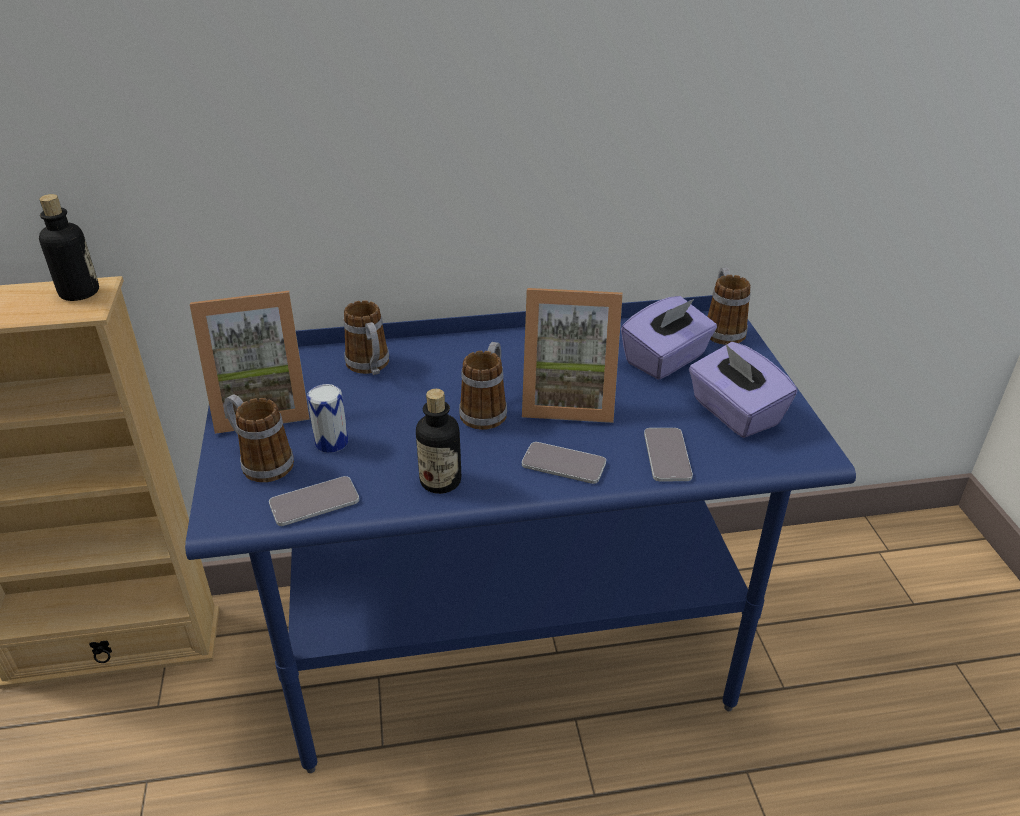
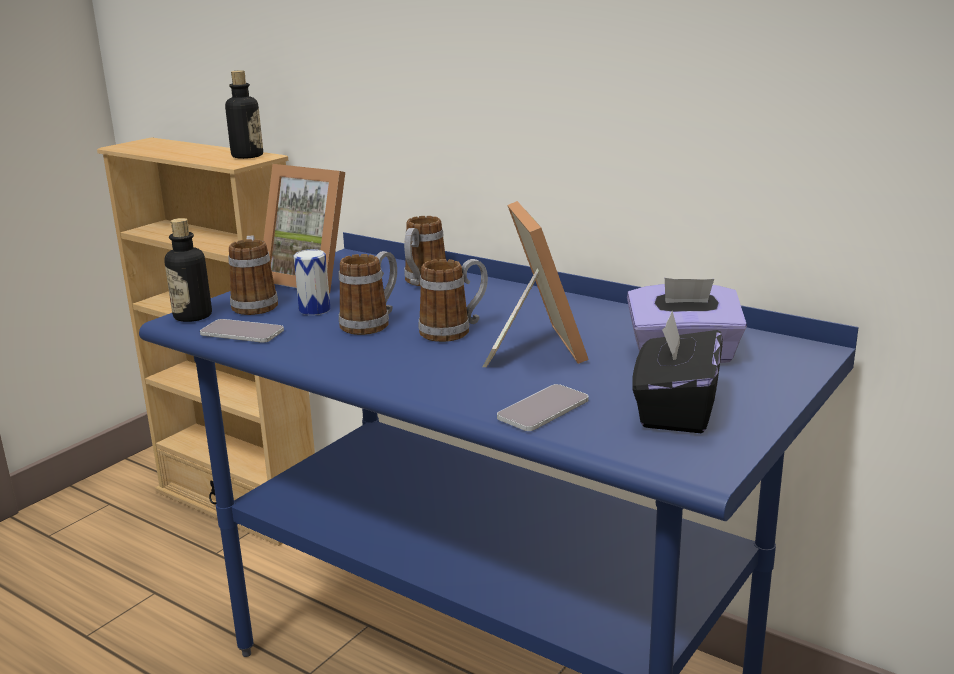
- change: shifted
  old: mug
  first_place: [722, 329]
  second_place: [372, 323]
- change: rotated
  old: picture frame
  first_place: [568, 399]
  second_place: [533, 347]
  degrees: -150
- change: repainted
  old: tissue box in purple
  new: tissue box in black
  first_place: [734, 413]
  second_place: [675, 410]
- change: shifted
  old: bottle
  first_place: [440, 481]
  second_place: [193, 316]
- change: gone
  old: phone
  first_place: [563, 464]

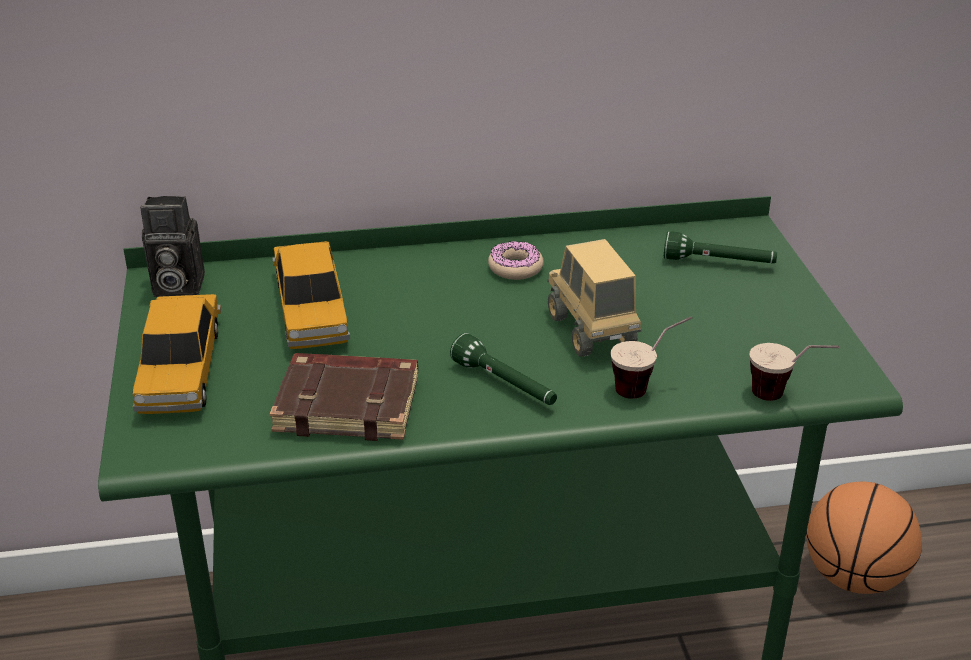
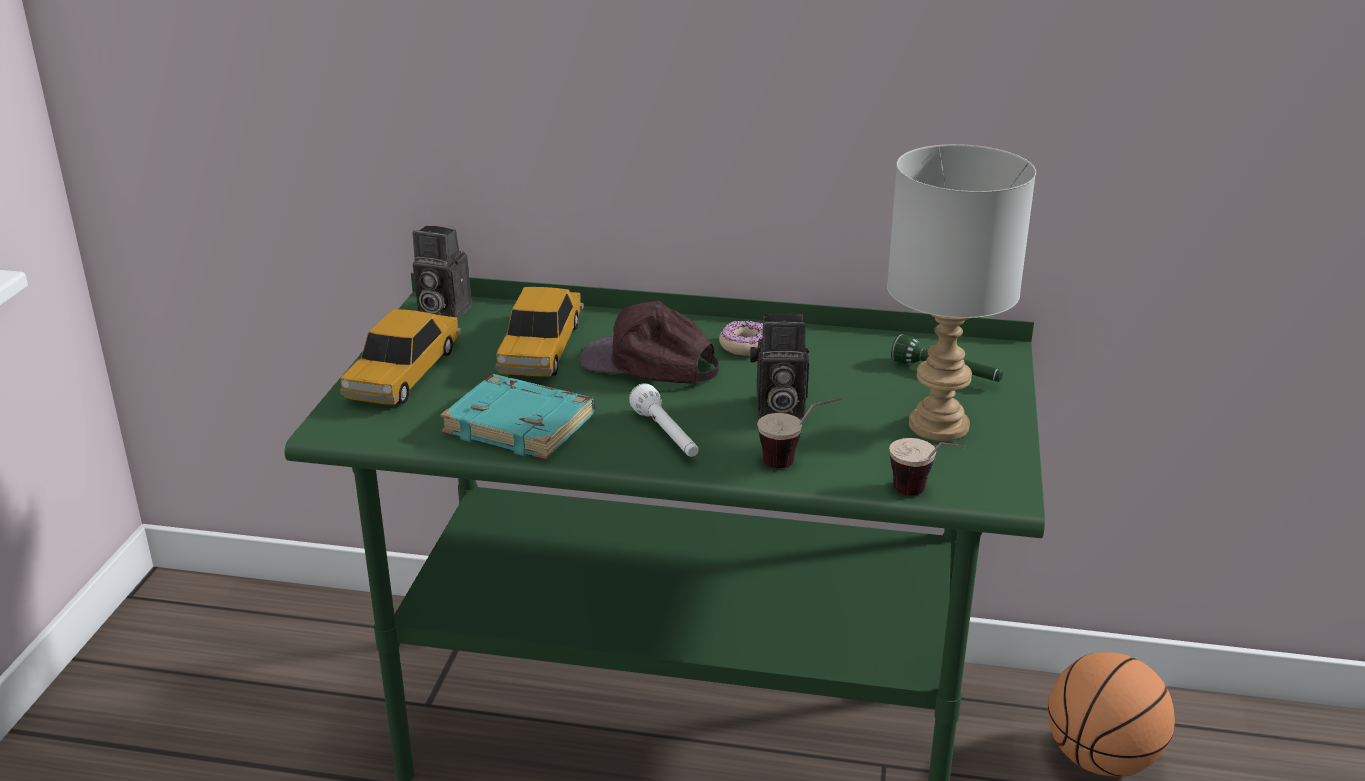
- change: swapped
  old: toy truck
  new: photo camera
  first_place: [591, 332]
  second_place: [777, 409]
- change: repainted
  old: flashlight in green
  new: flashlight in white
  first_place: [505, 385]
  second_place: [666, 436]
- change: repainted
  old: book in brown
  new: book in turquoise
  first_place: [350, 404]
  second_place: [522, 425]
- change: new
  new: table lamp in grey
  second_place: [938, 424]
- change: new
  new: cap in brown
  second_place: [649, 364]

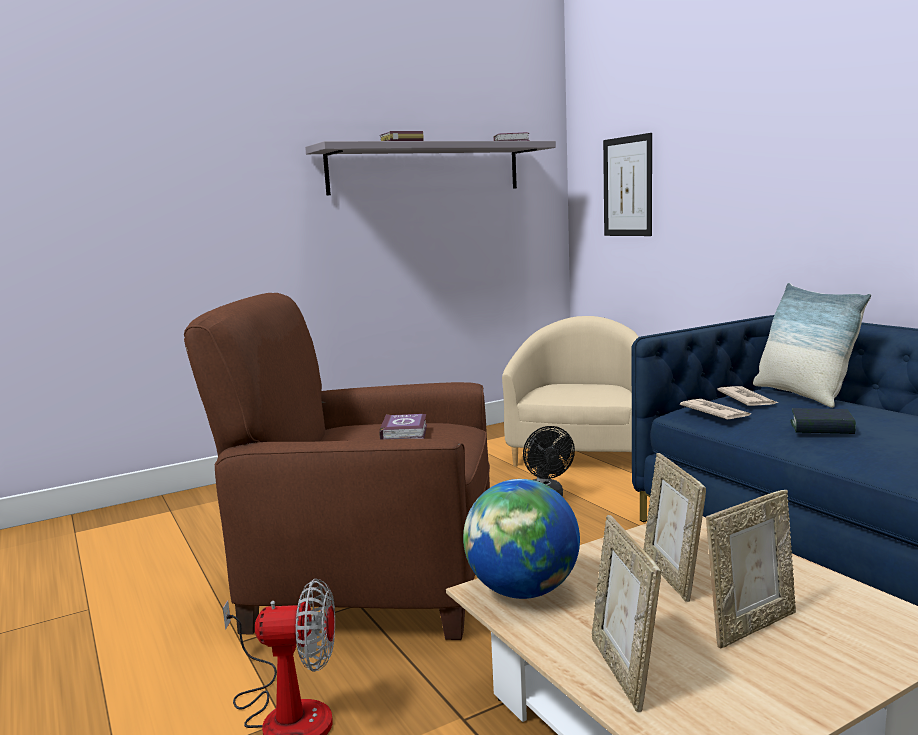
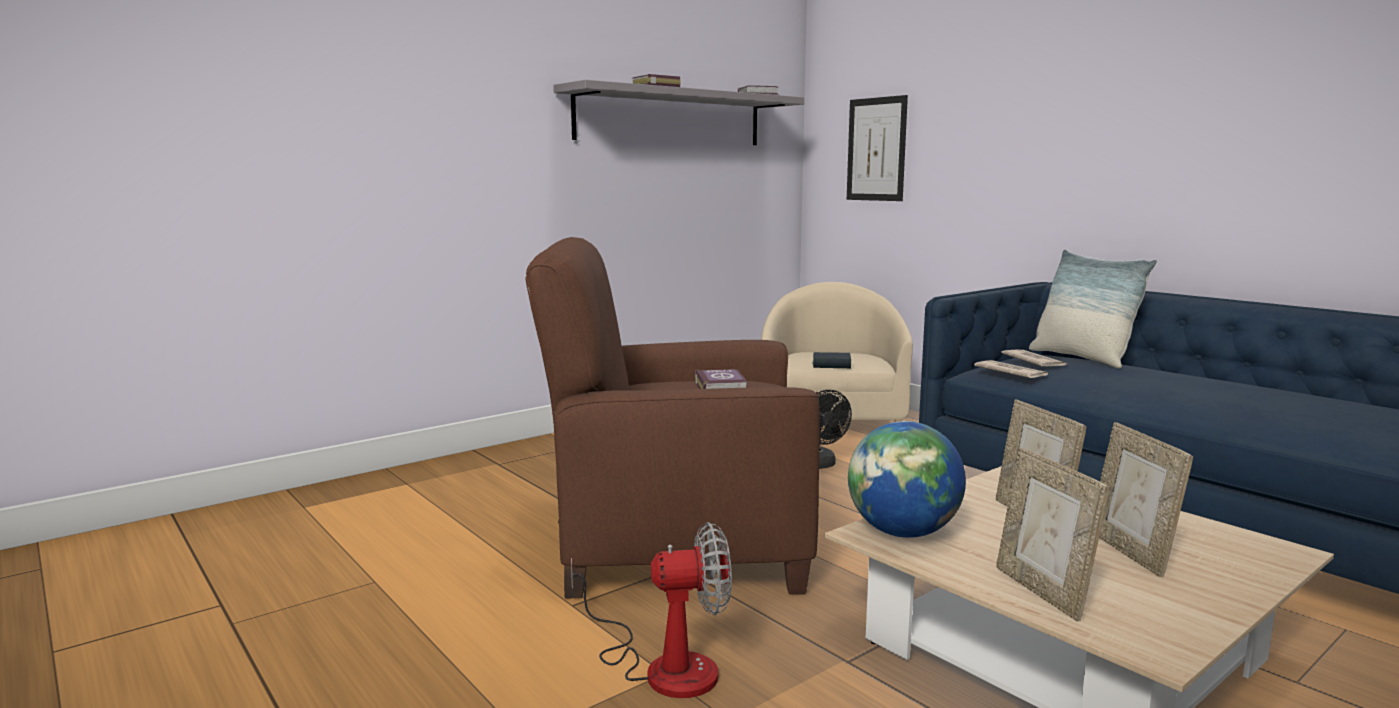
- change: shifted
  old: book
  first_place: [821, 428]
  second_place: [831, 365]
- change: rotated
  old: picture frame
  first_place: [751, 626]
  second_place: [1131, 553]
  degrees: 120

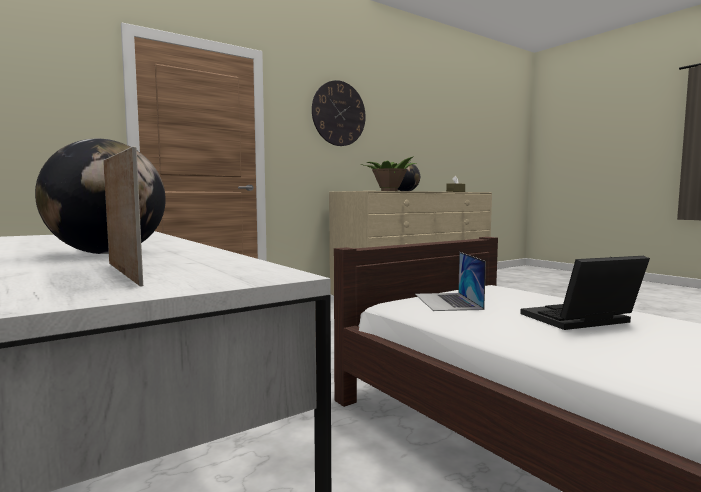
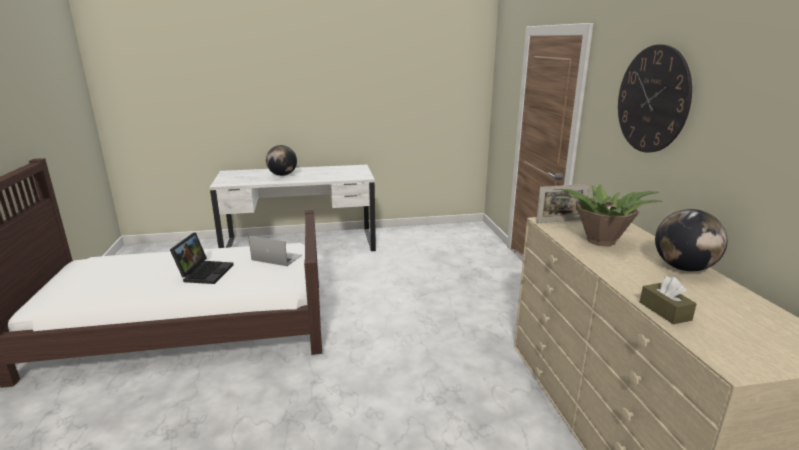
- change: shifted
  old: picture frame
  first_place: [123, 273]
  second_place: [560, 221]

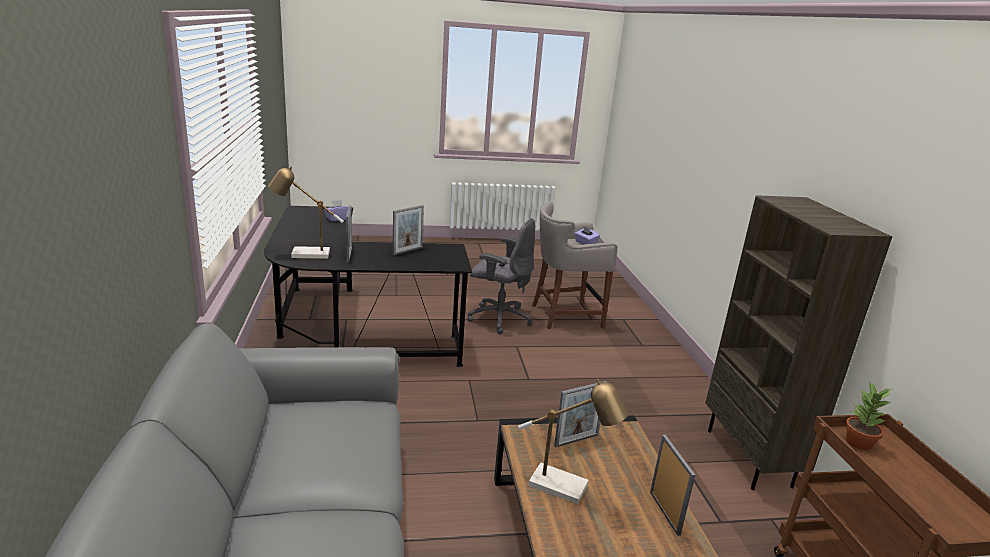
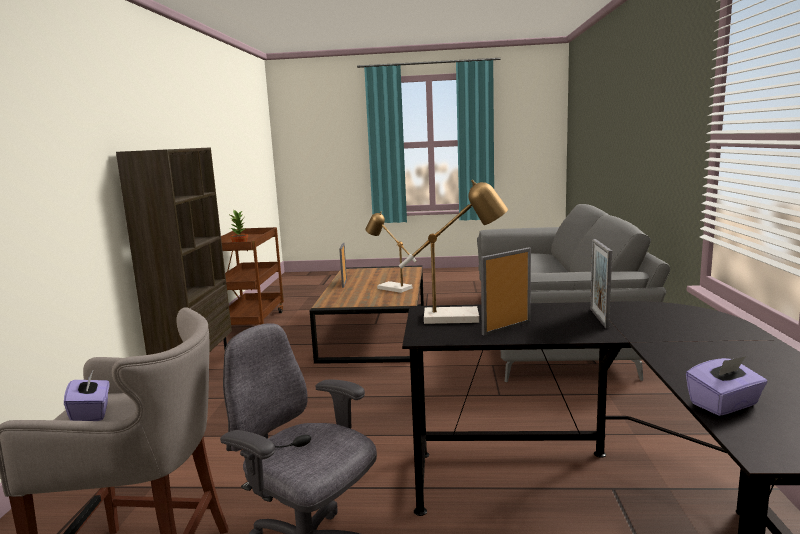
- change: shifted
  old: table lamp
  first_place: [305, 254]
  second_place: [459, 317]
- change: gone
  old: picture frame
  first_place: [576, 440]

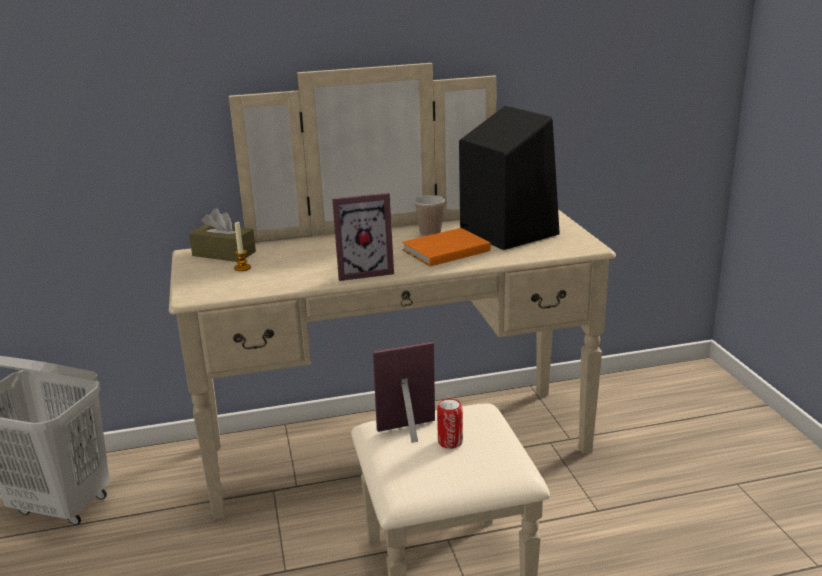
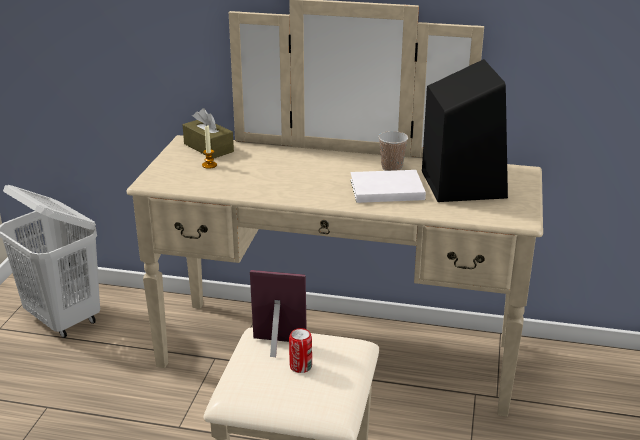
- change: gone
  old: picture frame
  first_place: [363, 271]
- change: repainted
  old: book in orange
  new: book in white
  first_place: [443, 250]
  second_place: [384, 189]

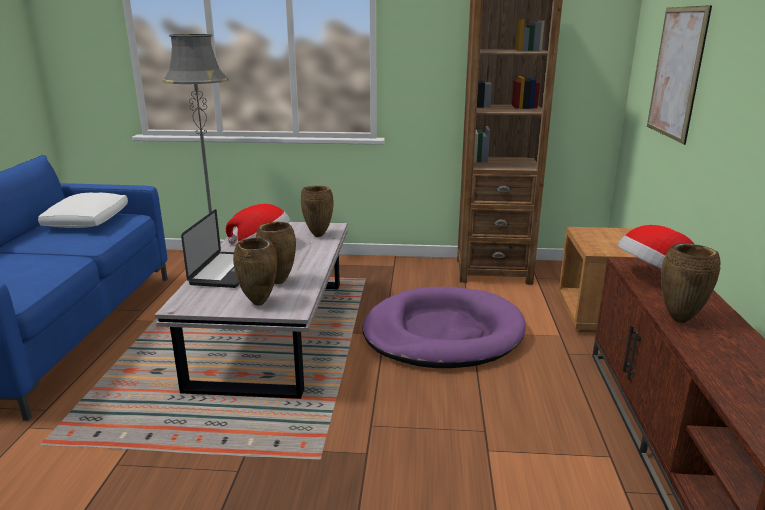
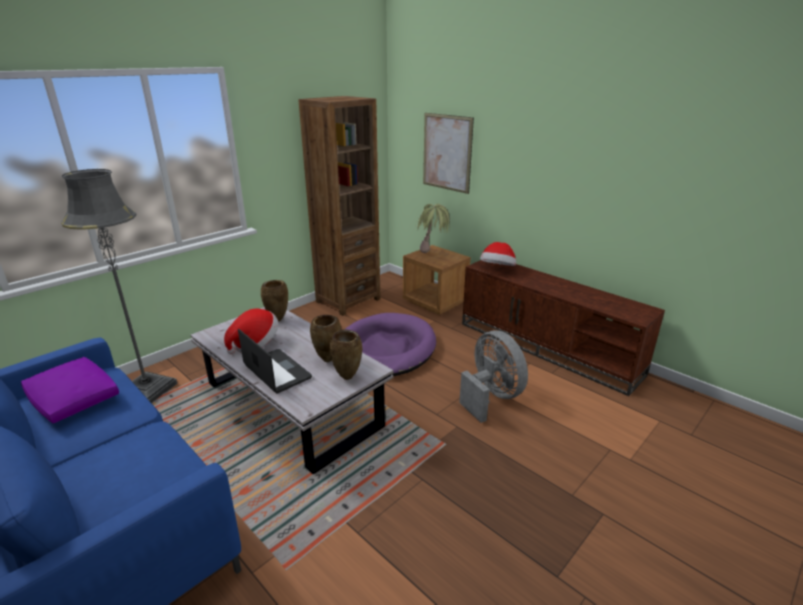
- change: repainted
  old: pillow in white
  new: pillow in purple
  first_place: [88, 221]
  second_place: [73, 398]
- change: gone
  old: vase in brown
  first_place: [679, 319]
- change: new
  new: potted plant
  second_place: [432, 255]
- change: new
  new: fan in grey
  second_place: [491, 397]

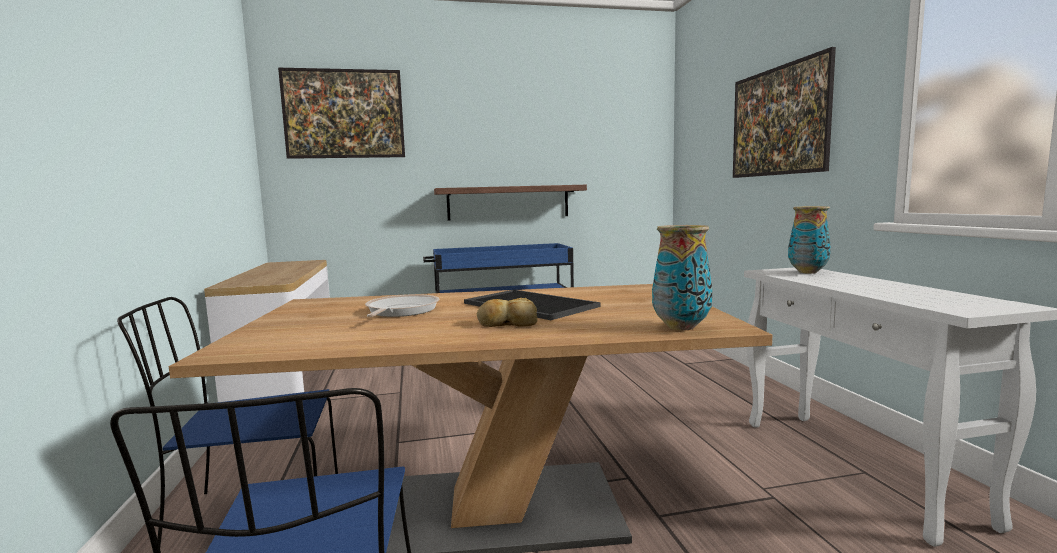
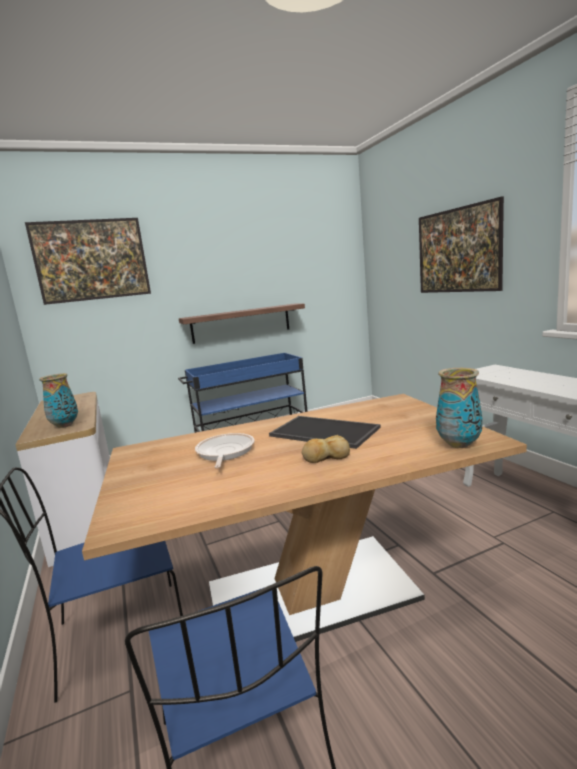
- change: shifted
  old: vase
  first_place: [807, 272]
  second_place: [65, 425]

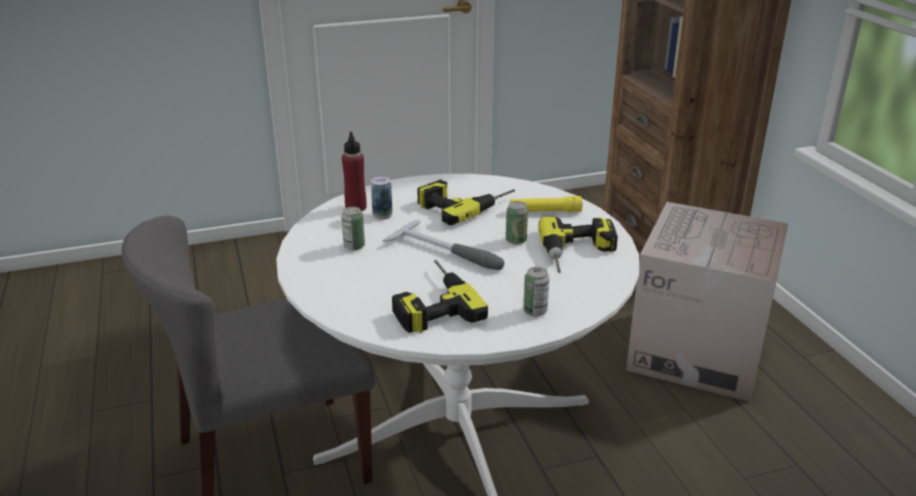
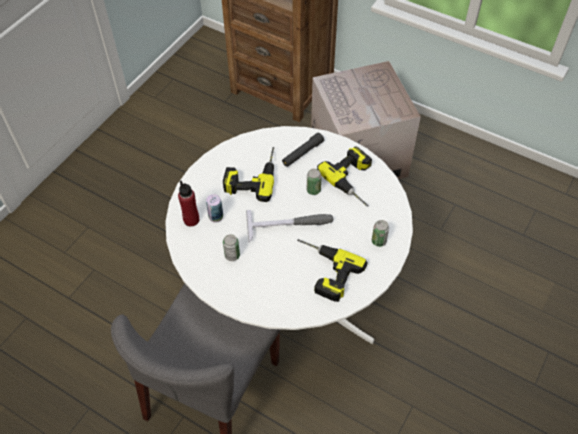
- change: repainted
  old: flashlight in yellow
  new: flashlight in black
  first_place: [545, 211]
  second_place: [302, 153]

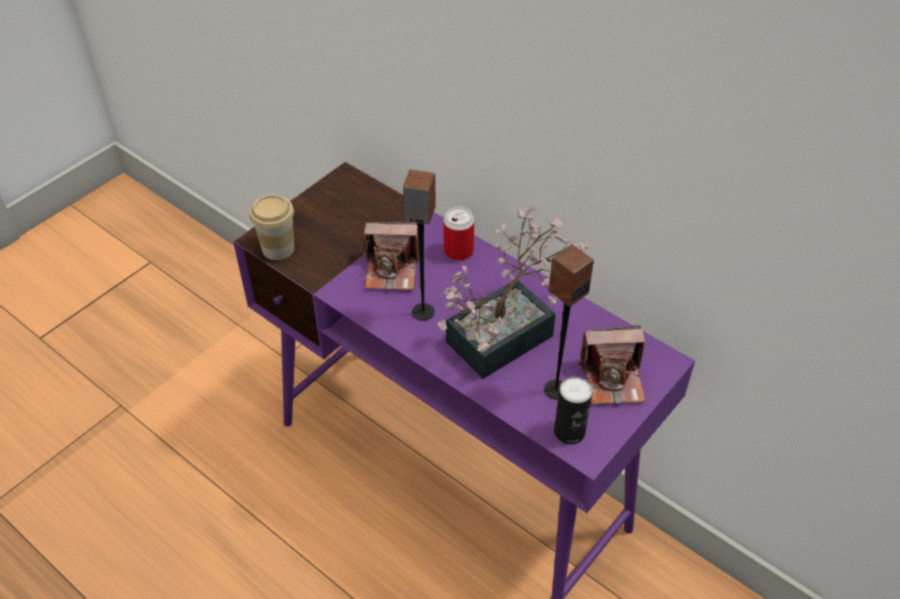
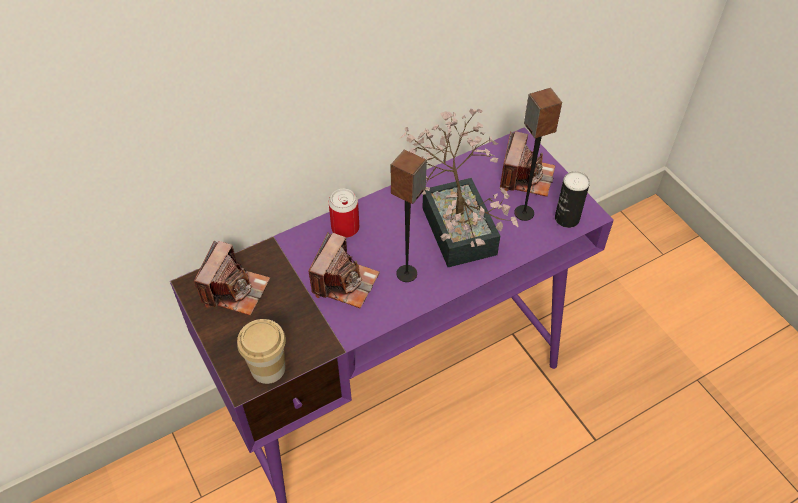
- change: new
  new: photo camera
  second_place: [235, 290]

